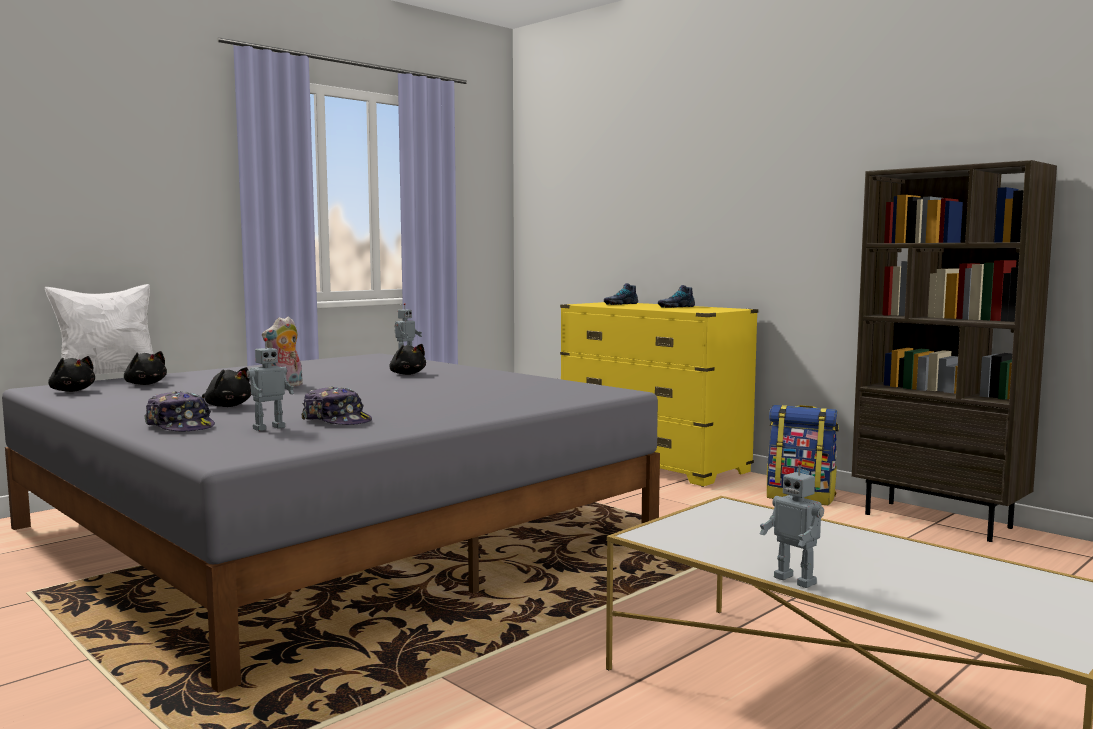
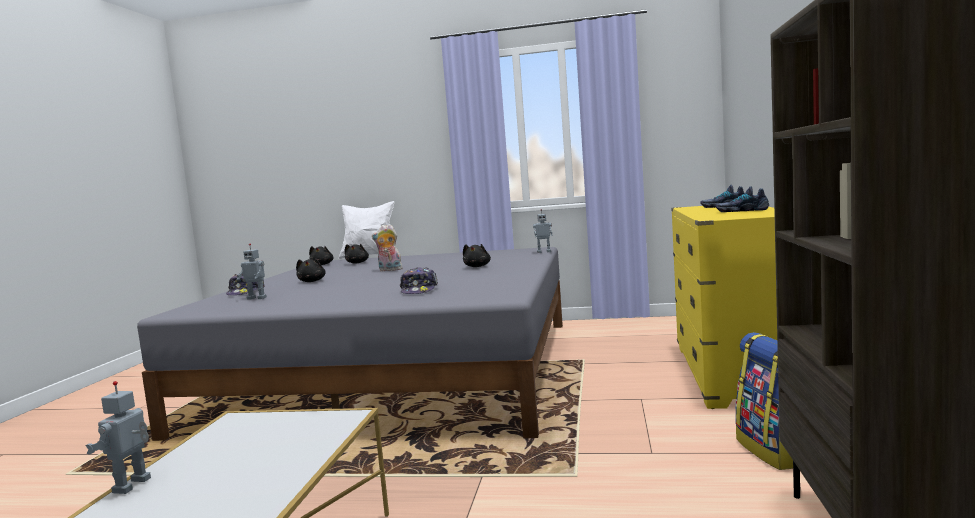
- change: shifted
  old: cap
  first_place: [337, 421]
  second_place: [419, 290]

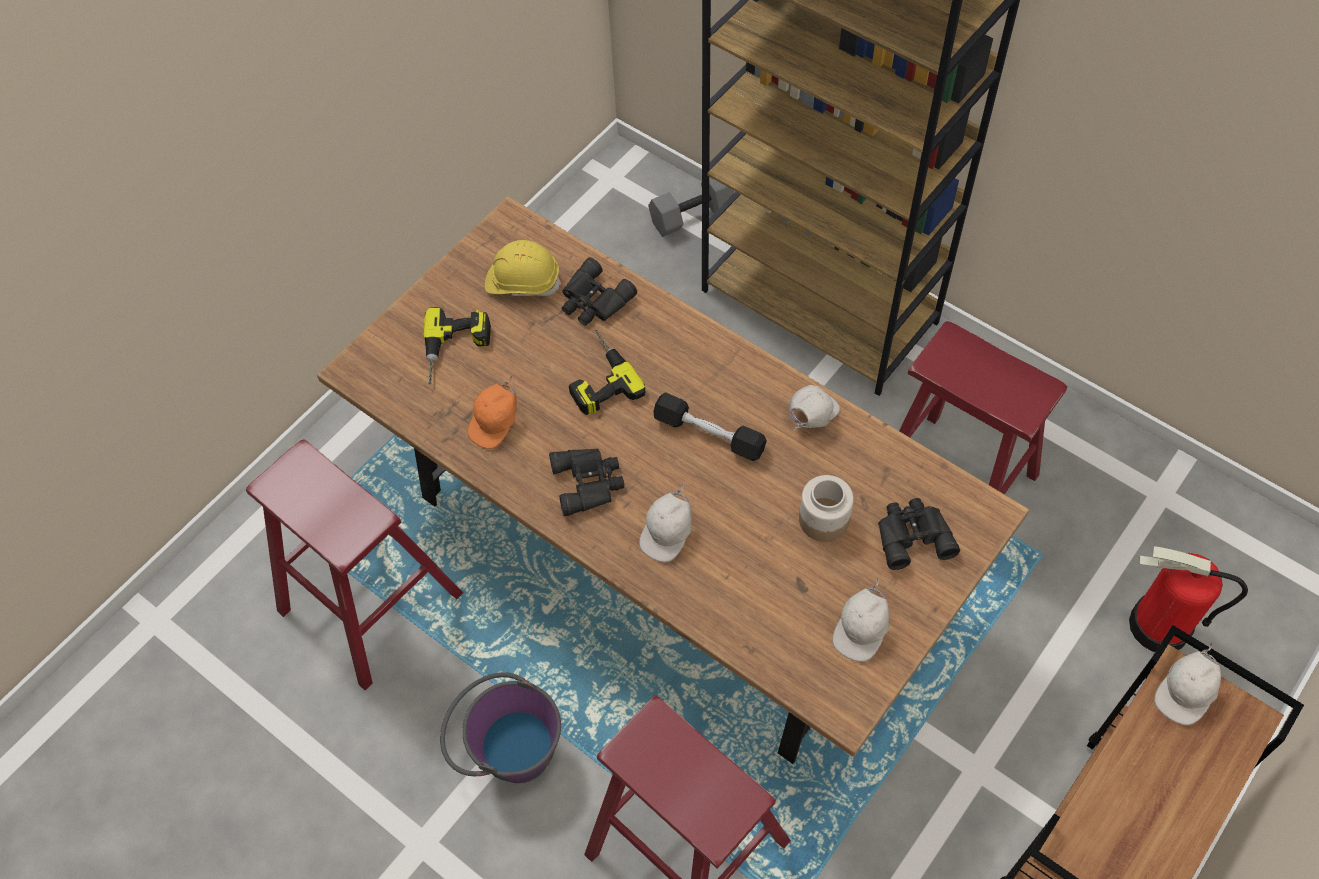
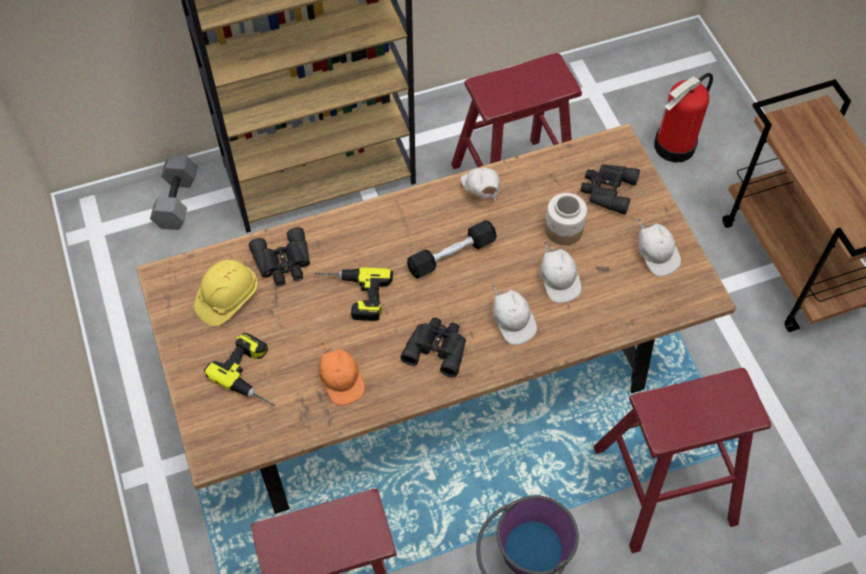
- change: shifted
  old: cap in white
  first_place: [1185, 692]
  second_place: [558, 281]

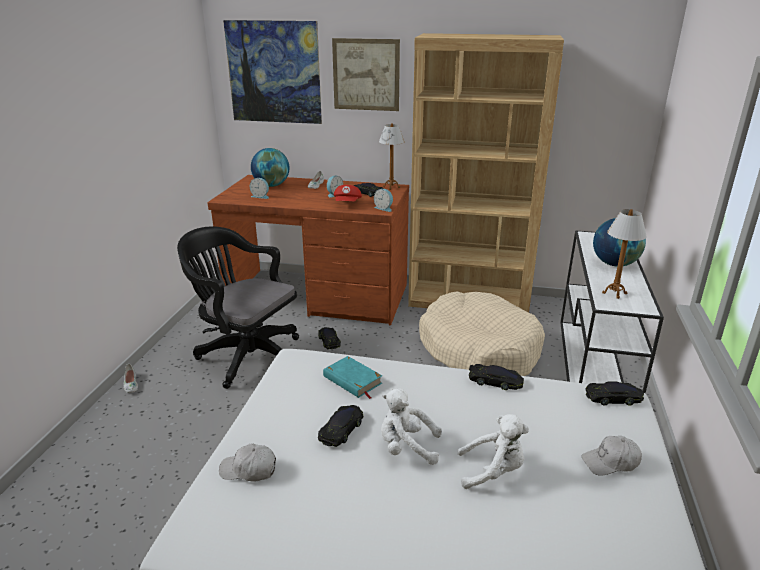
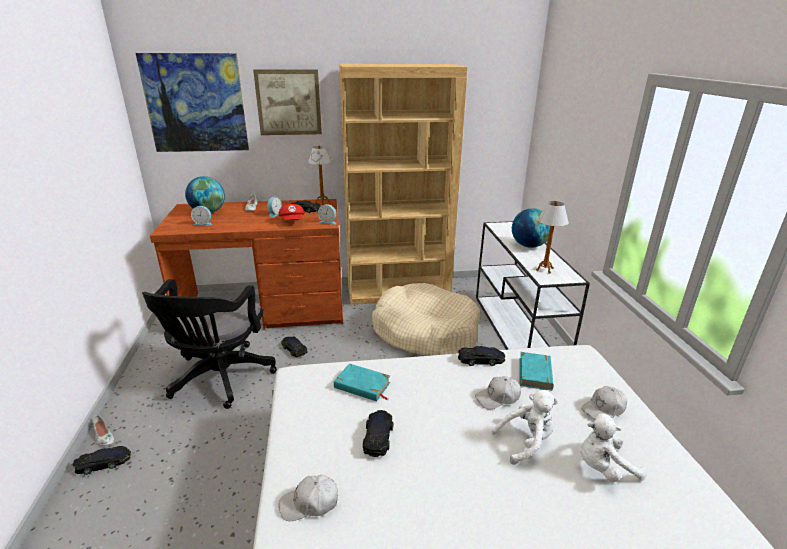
- change: rotated
  old: office chair in black
  first_place: [246, 355]
  second_place: [219, 379]
  degrees: -90
- change: shifted
  old: toy car in black
  first_place: [613, 398]
  second_place: [104, 463]
- change: shifted
  old: plush toy in white
  first_place: [406, 447]
  second_place: [603, 467]
- change: new
  new: book in turquoise
  second_place: [535, 373]
- change: new
  new: cap in white
  second_place: [498, 398]

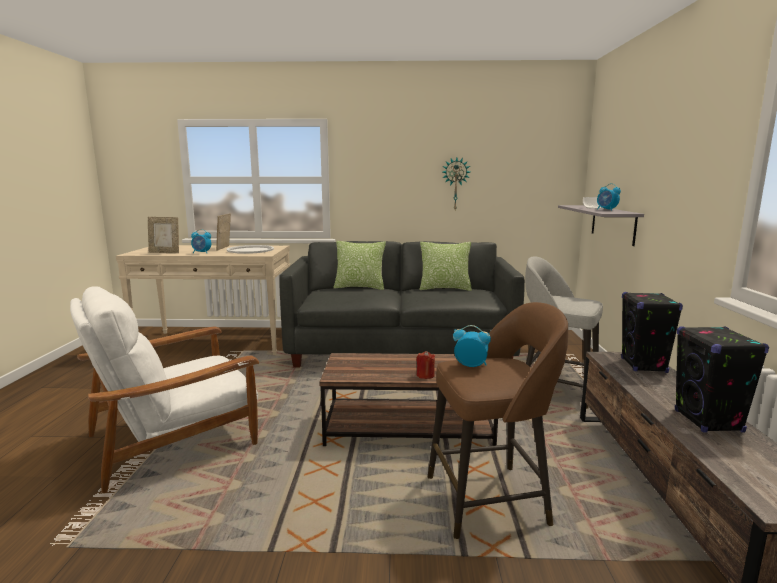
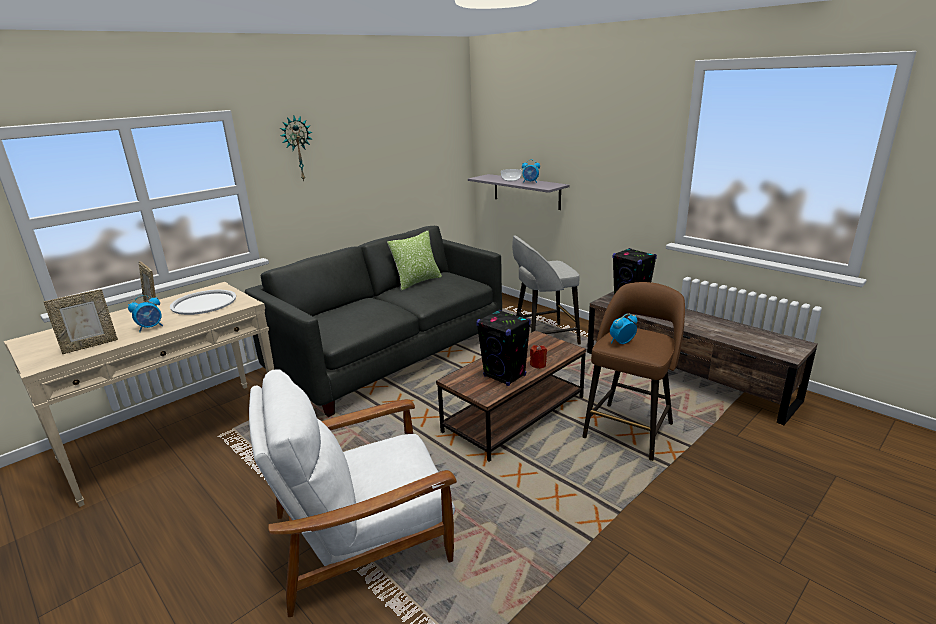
- change: shifted
  old: wall clock
  first_place: [455, 184]
  second_place: [297, 148]
- change: gone
  old: pillow
  first_place: [360, 287]
- change: rotated
  old: armchair in white
  first_place: [175, 439]
  second_place: [364, 537]
  degrees: 60
- change: shifted
  old: speaker in black
  first_place: [708, 421]
  second_place: [505, 376]

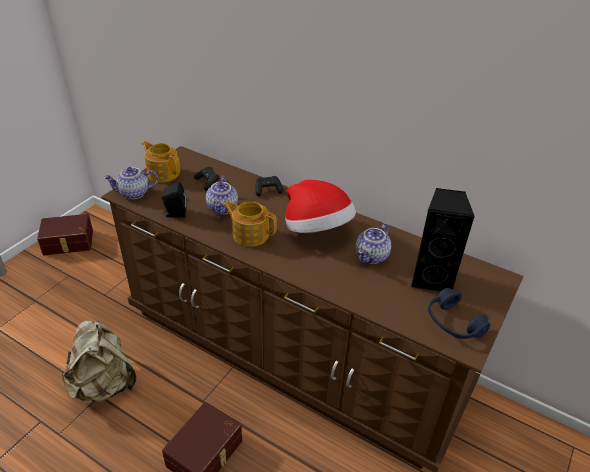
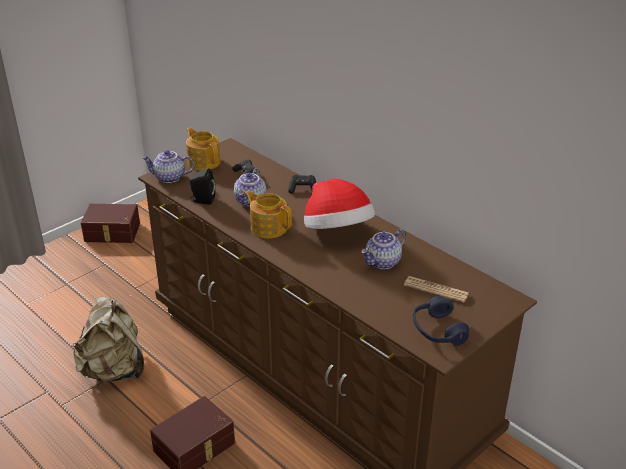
- change: swapped
  old: speaker in black
  new: newspaper
  first_place: [432, 278]
  second_place: [436, 289]

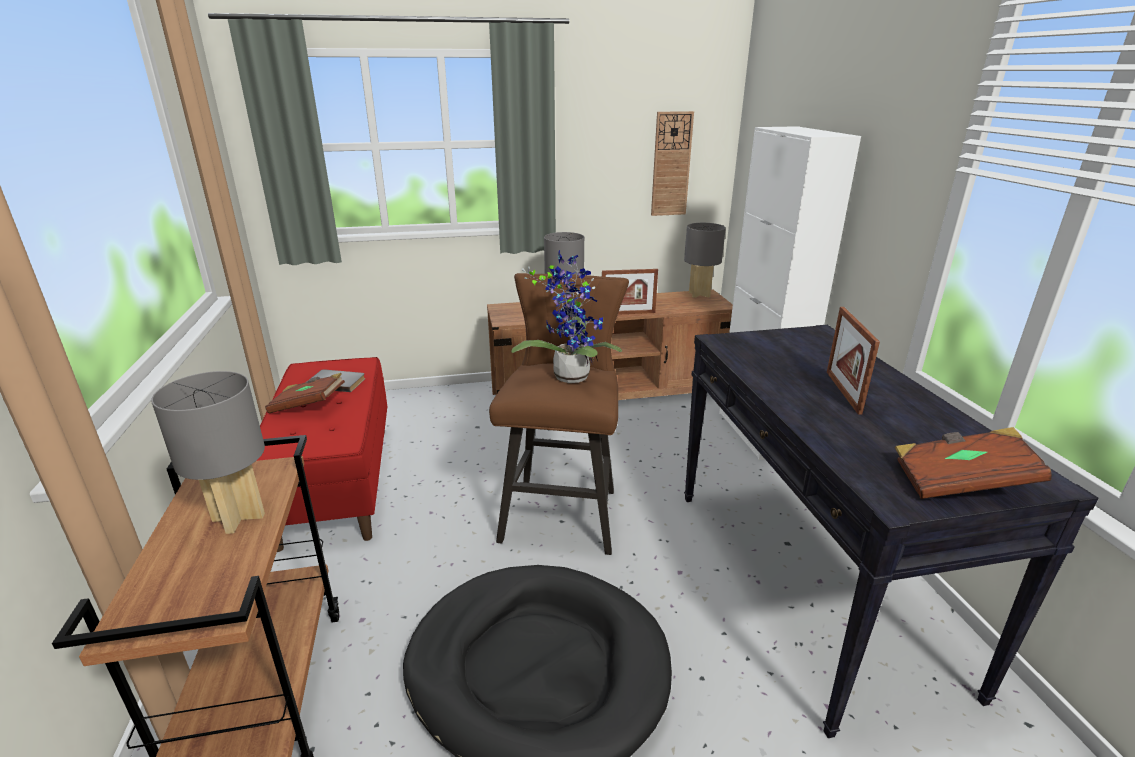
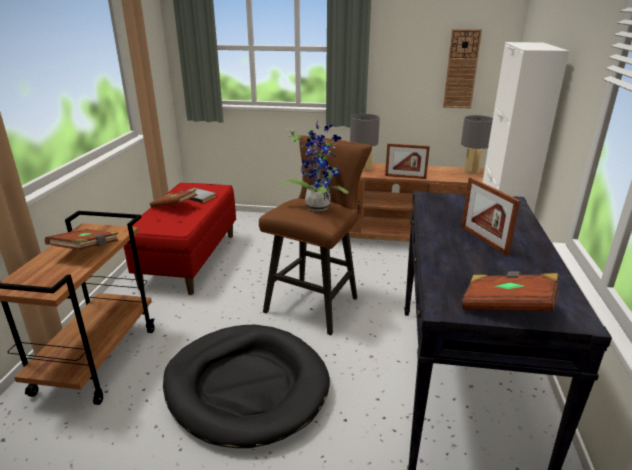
- change: rotated
  old: picture frame
  first_place: [843, 392]
  second_place: [483, 240]
  degrees: -45
- change: swapped
  old: table lamp in grey
  new: book in brown
  first_place: [239, 517]
  second_place: [87, 250]

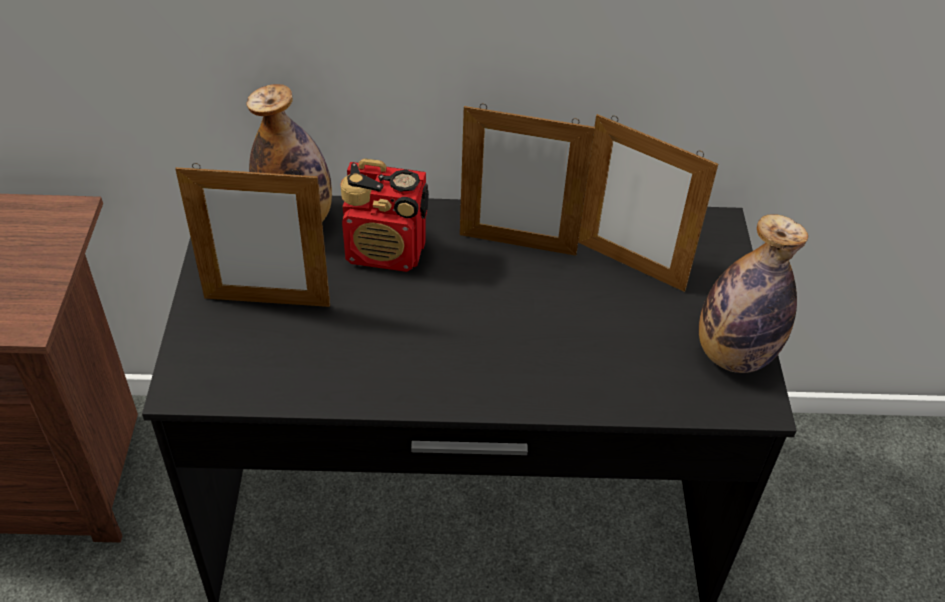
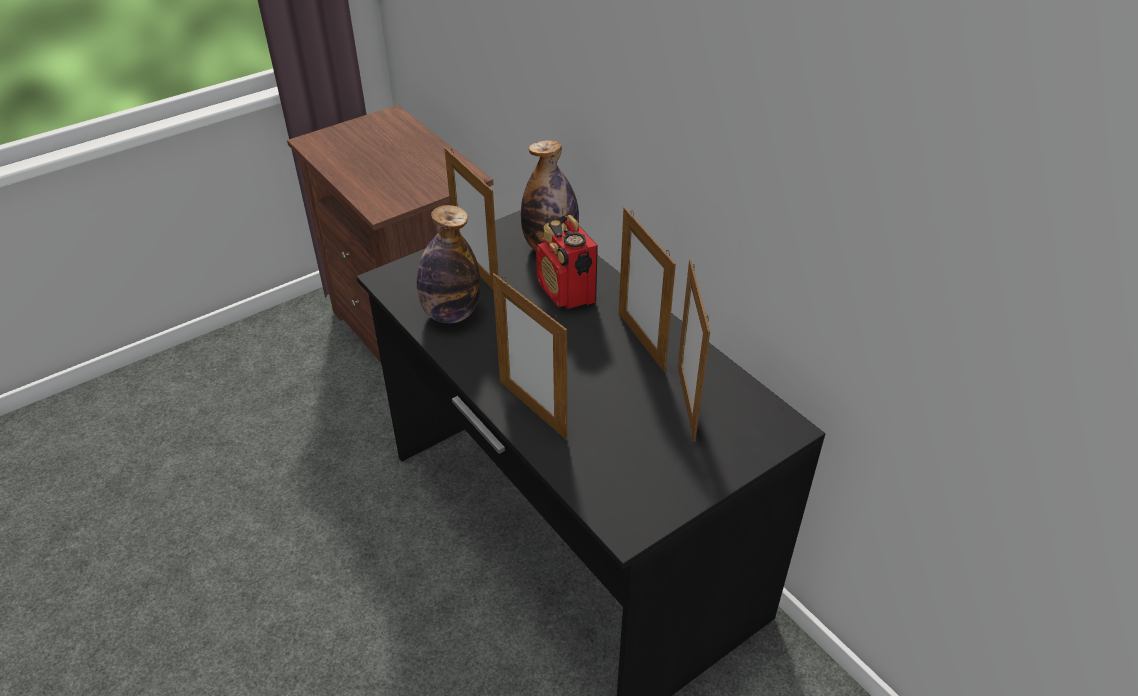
- change: shifted
  old: bottle
  first_place: [733, 355]
  second_place: [451, 313]
- change: new
  new: picture frame
  second_place: [532, 409]

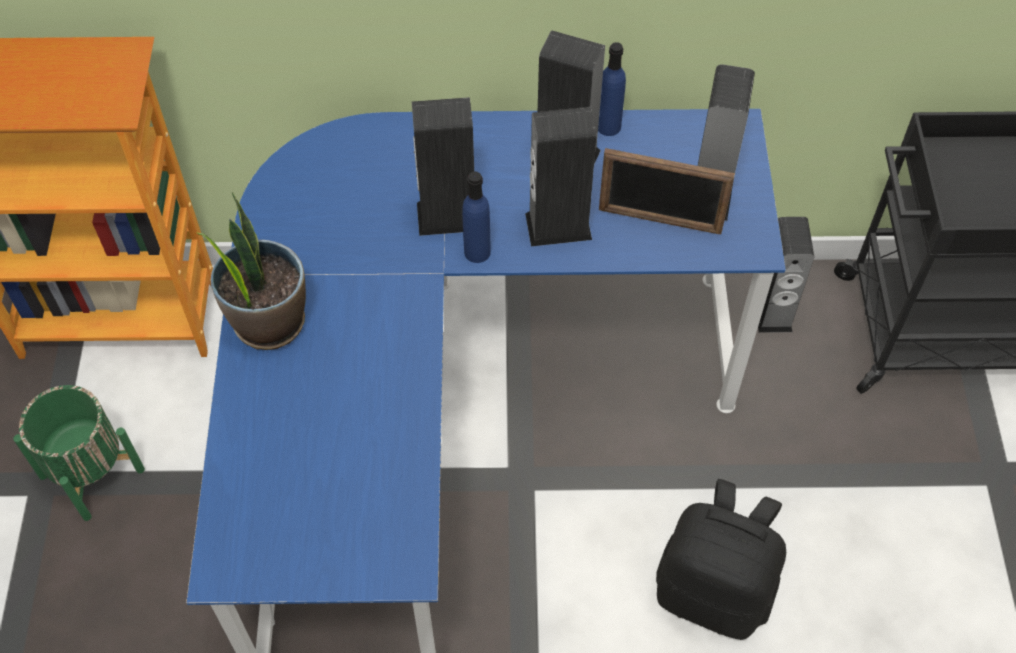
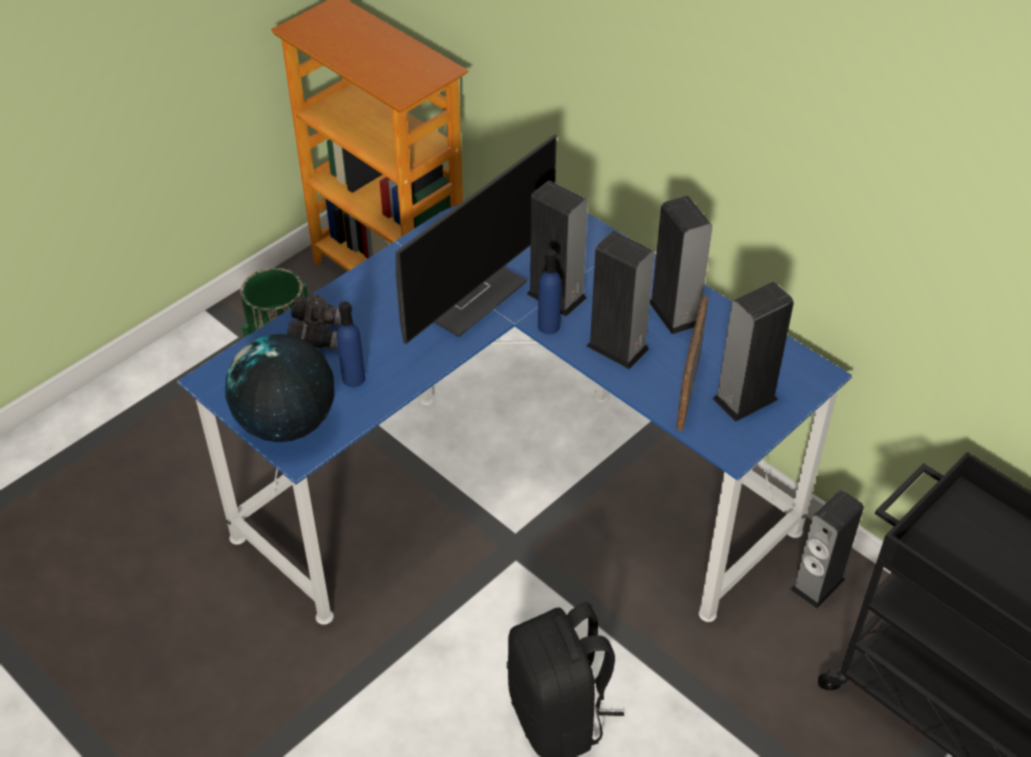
- change: shifted
  old: bottle in blue
  first_place: [608, 126]
  second_place: [353, 378]
- change: rotated
  old: picture frame
  first_place: [659, 220]
  second_place: [688, 390]
  degrees: 45
- change: gone
  old: potted plant
  first_place: [268, 321]
- change: new
  new: monitor
  second_place: [469, 294]
- change: new
  new: binoculars in grey
  second_place: [318, 335]
- change: new
  new: globe
  second_place: [286, 424]

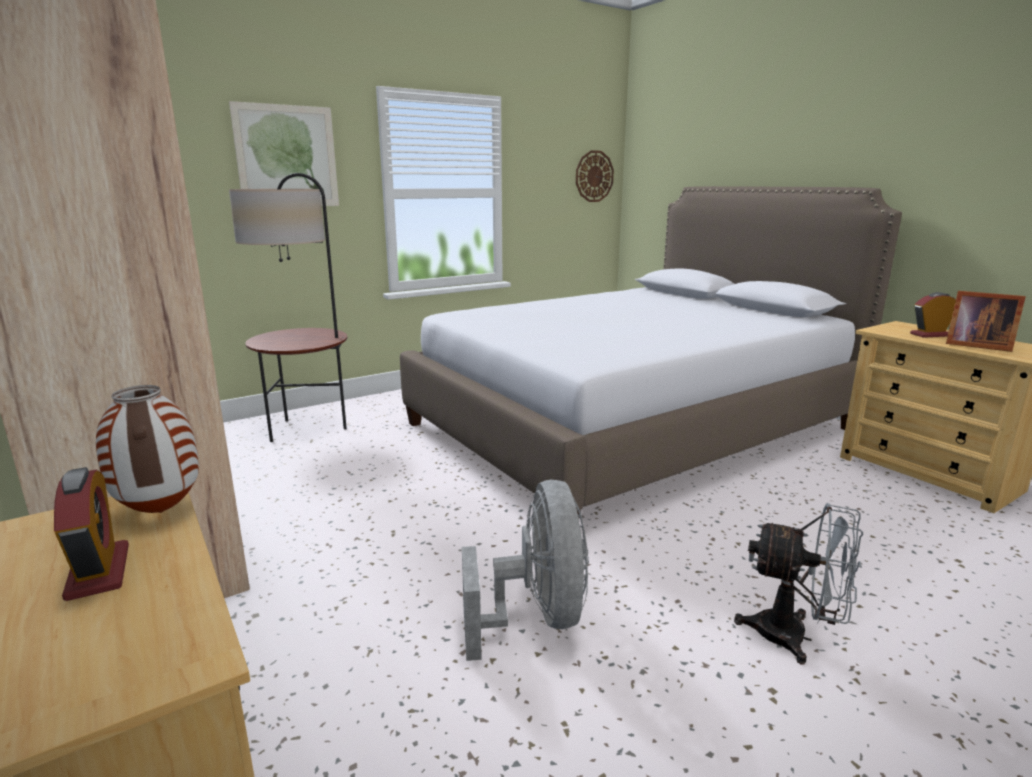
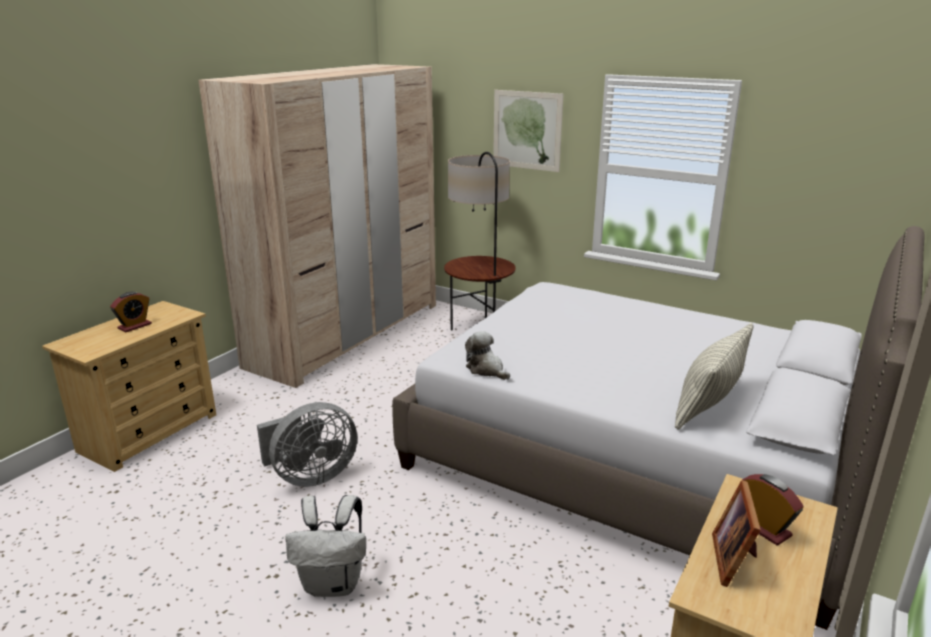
- change: gone
  old: wall clock
  first_place: [594, 176]
- change: gone
  old: vase
  first_place: [159, 512]
- change: swapped
  old: fan in grey
  new: backpack in white
  first_place: [794, 637]
  second_place: [333, 584]
- change: new
  new: pillow
  second_place: [709, 404]
- change: new
  new: plush toy
  second_place: [486, 370]

